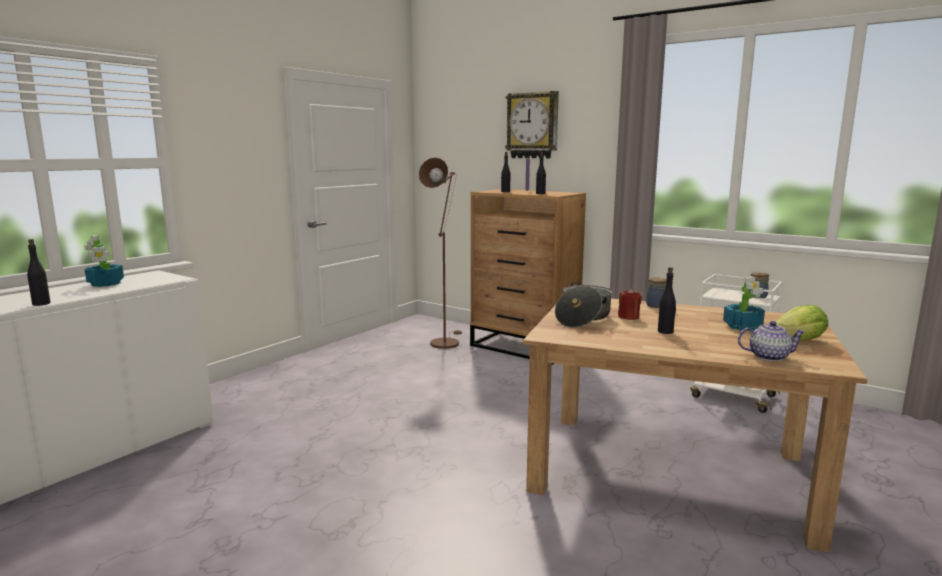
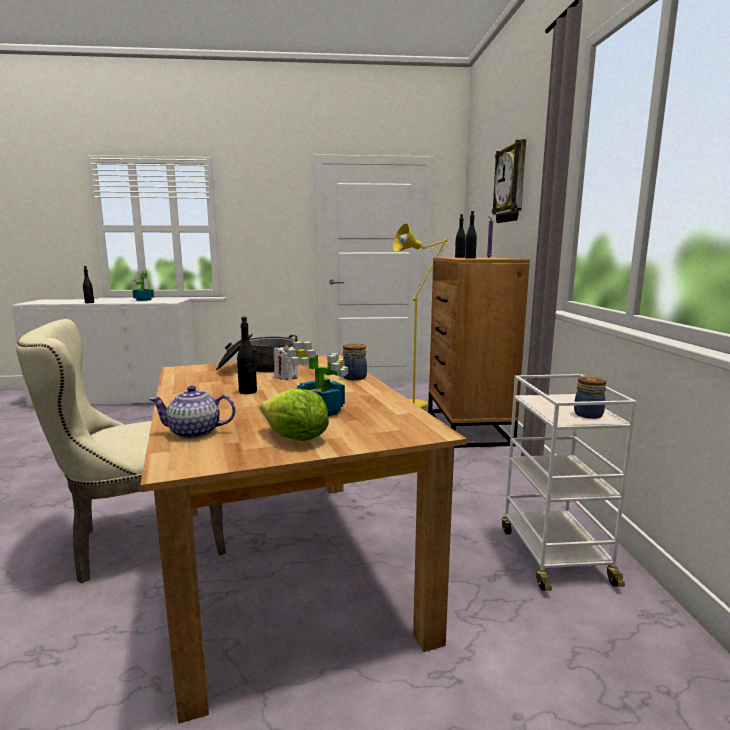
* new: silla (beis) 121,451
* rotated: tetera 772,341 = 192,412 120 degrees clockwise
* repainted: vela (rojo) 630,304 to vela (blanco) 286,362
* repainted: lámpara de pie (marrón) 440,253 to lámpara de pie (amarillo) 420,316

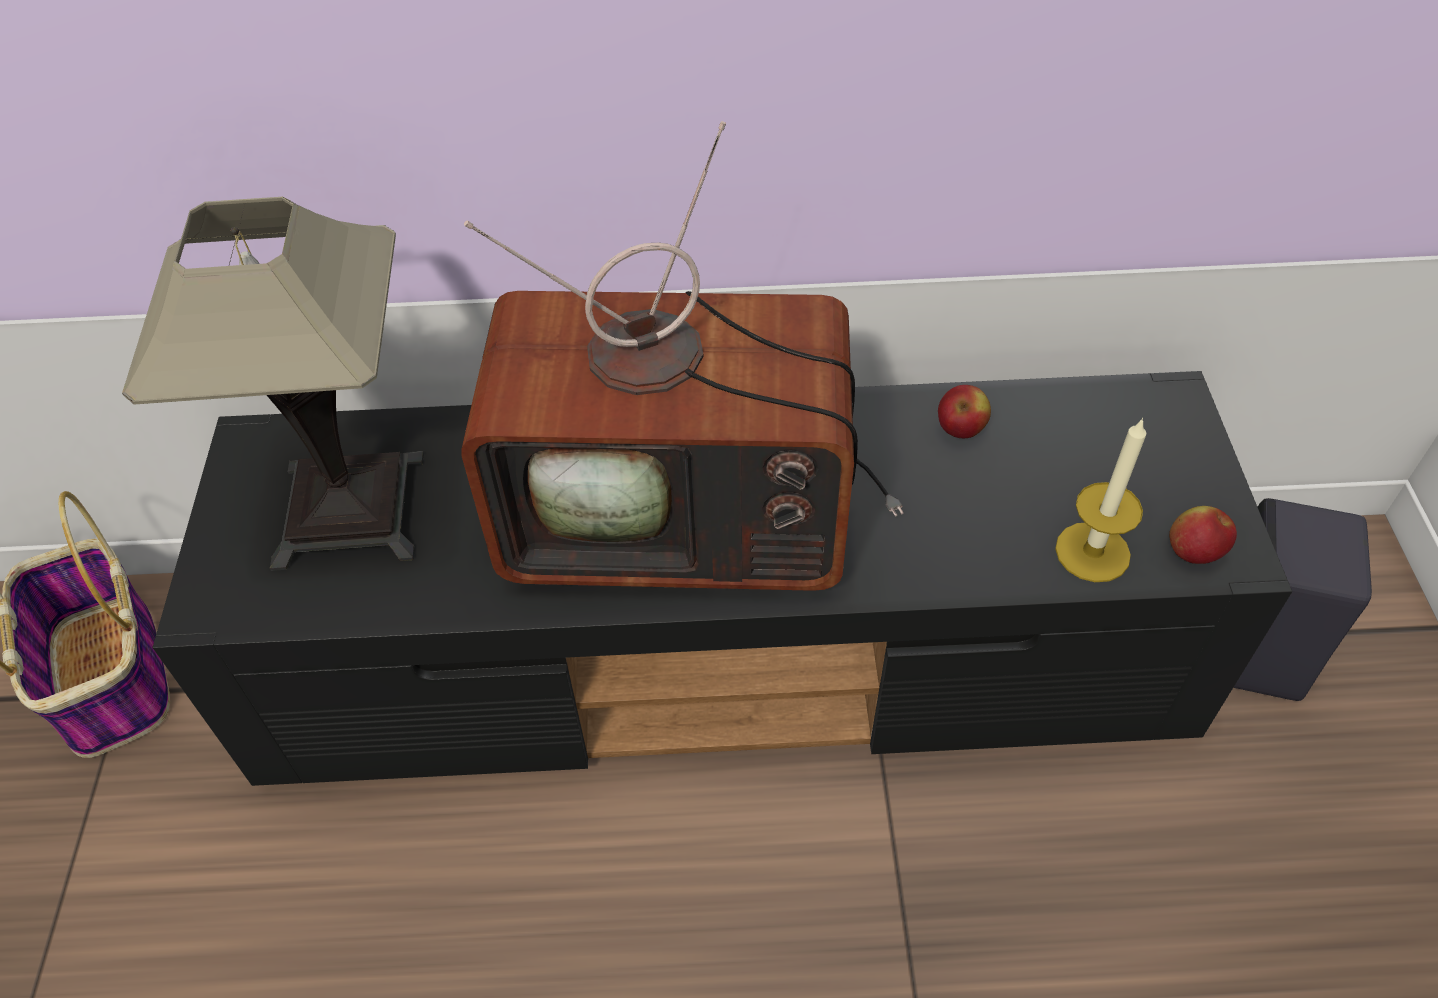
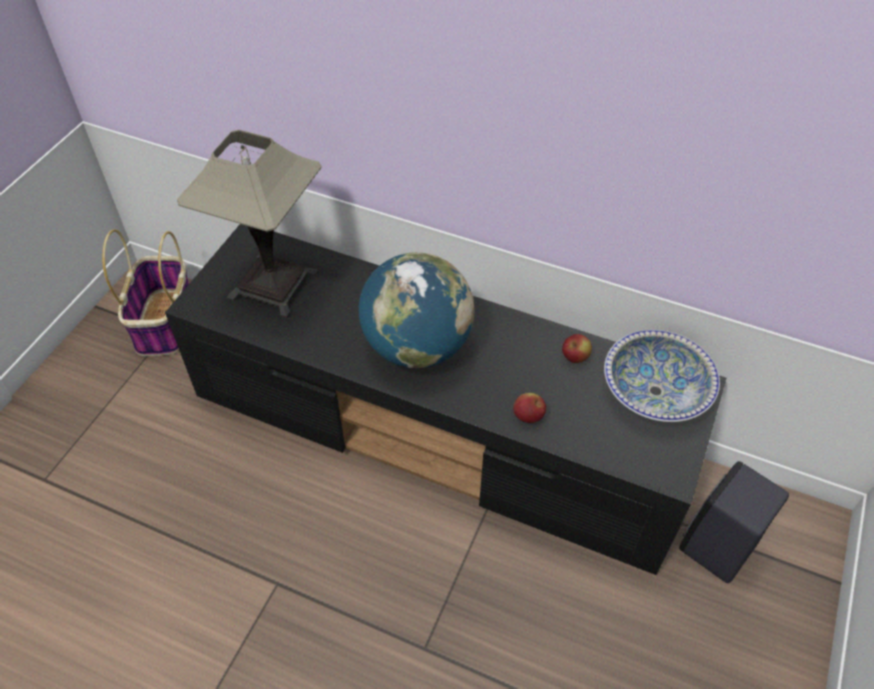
* swapped: televisor 682,356 to globo terráqueo 416,310
* shifted: manzana 1203,535 to 529,408
* new: cuenco 662,376
* gone: vela 1100,500

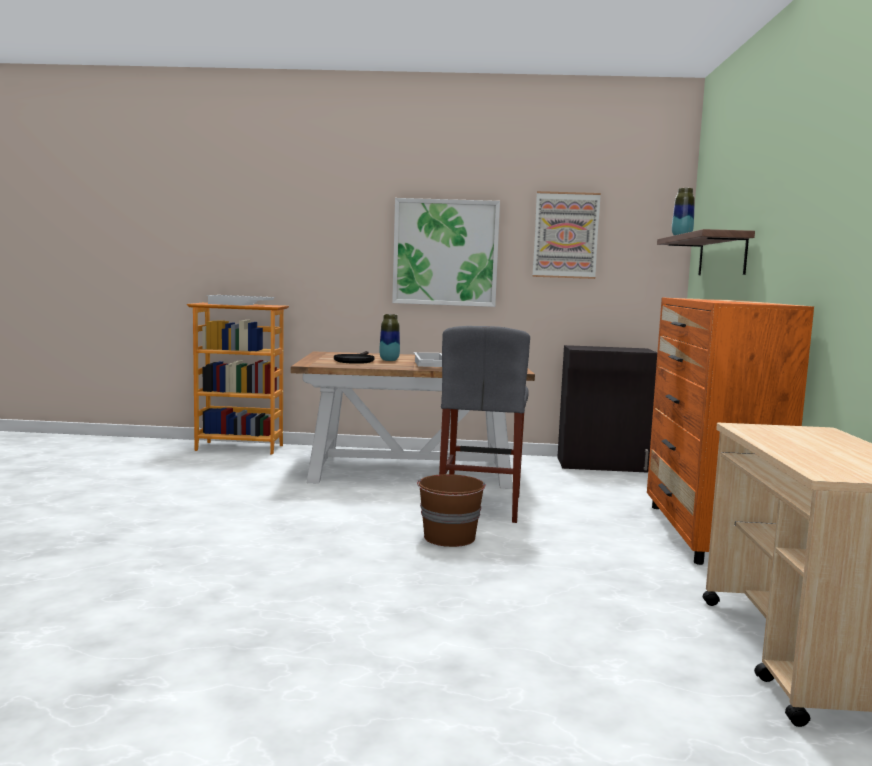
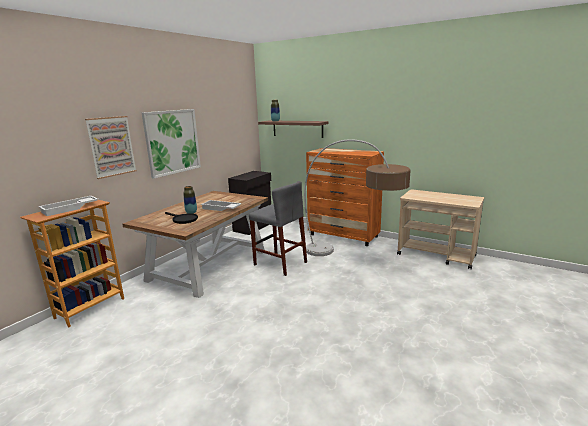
* shifted: cuadro 567,235 to 111,147
* new: lámpara de pie 357,197
* gone: cubo (marrón) 451,510

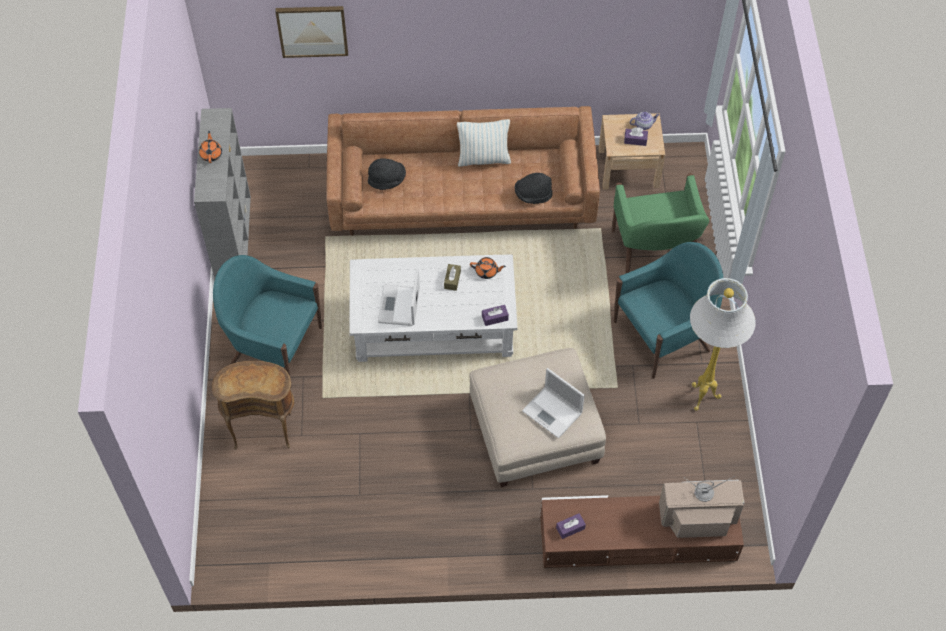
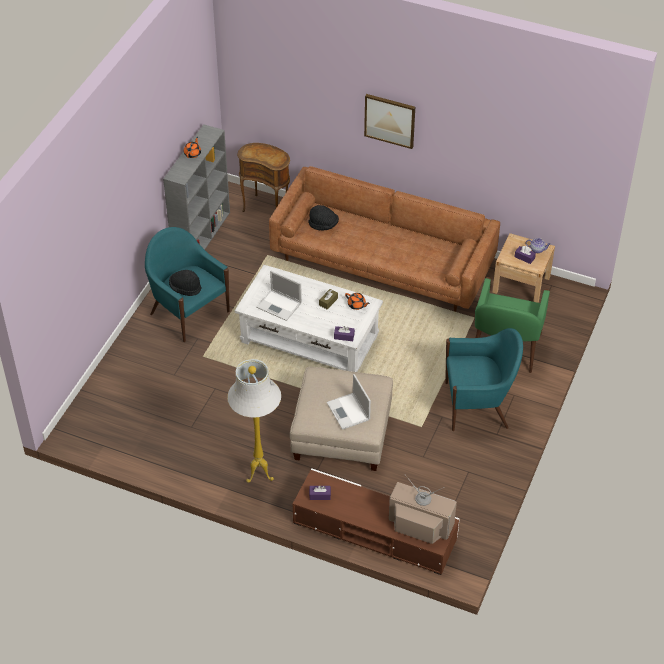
* shifted: sombrero (negro) 533,188 to 185,283
* shifted: lámpara de pie (blanco) 723,344 to 254,421
* shifted: mesa auxiliar (marrón) 253,405 to 263,177
* rotated: portátil 399,297 = 279,296 90 degrees counterclockwise
* shifted: cuadro 311,32 to 389,121
* gone: cojín 484,143

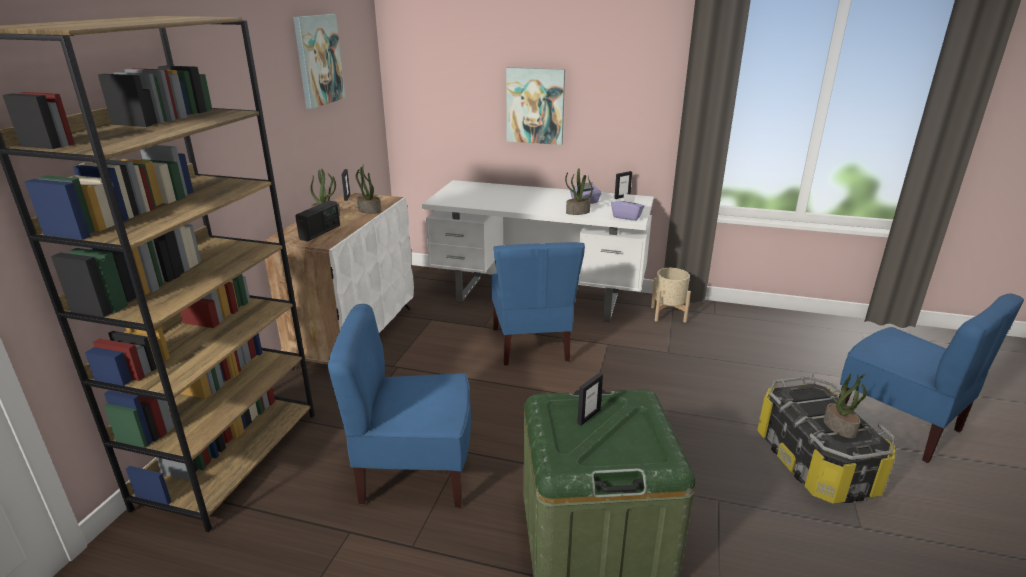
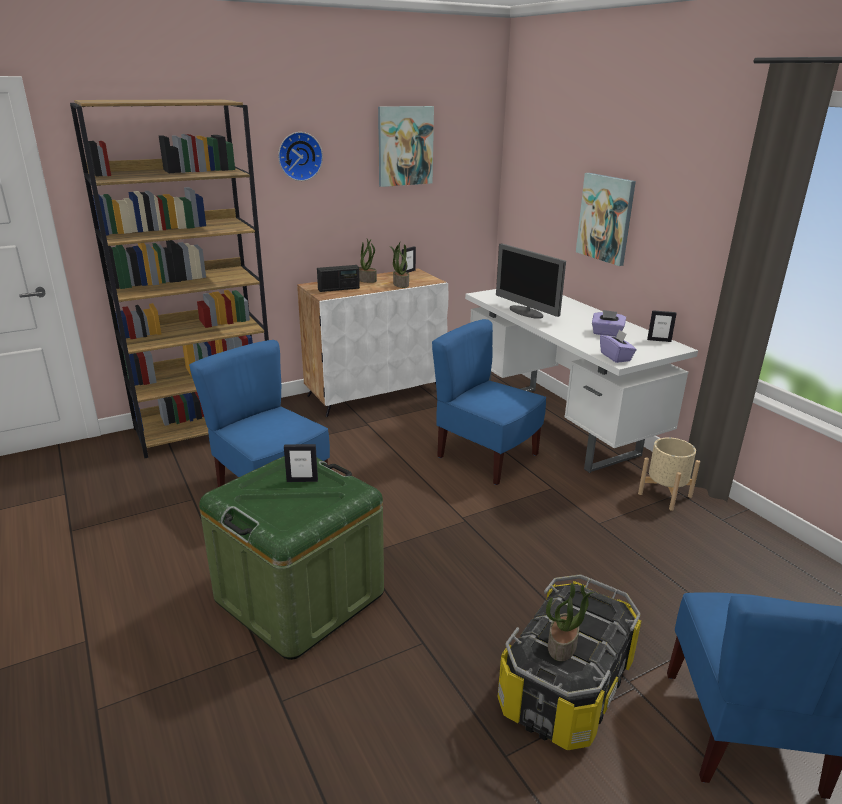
* new: reloj de pared 300,156
* rotated: silla (azul) 538,304 = 489,402 90 degrees clockwise
* new: monitor 531,281
* gone: planta en maceta 579,191

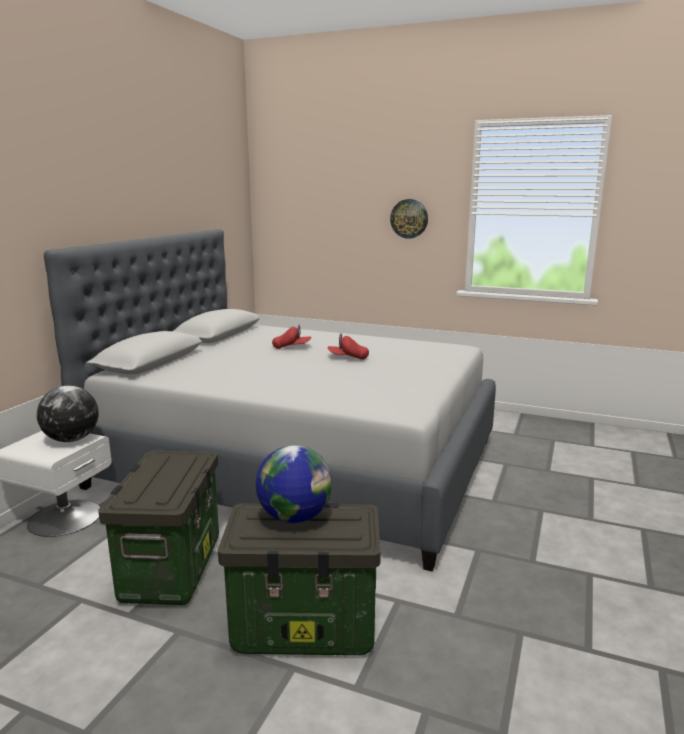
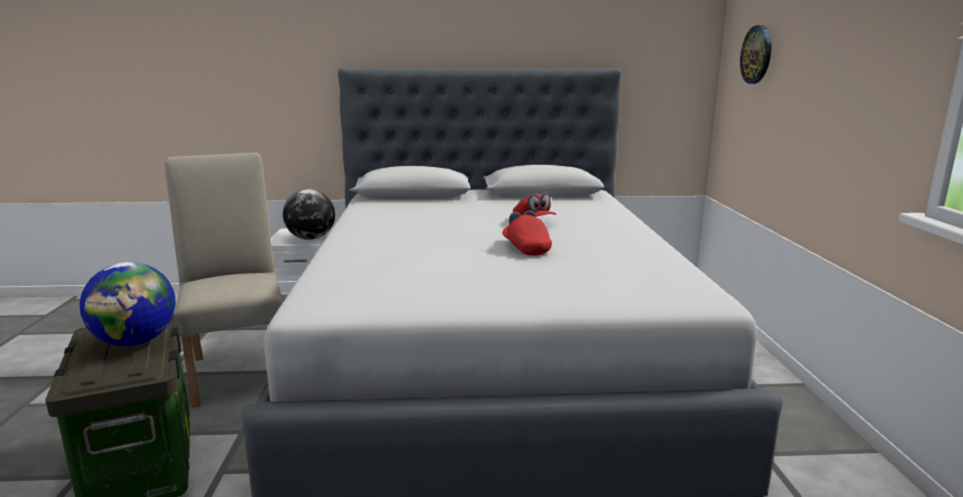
* swapped: caja de almacenaje 158,528 to silla (beis) 224,280
* shifted: reloj de pared 409,219 to 755,54

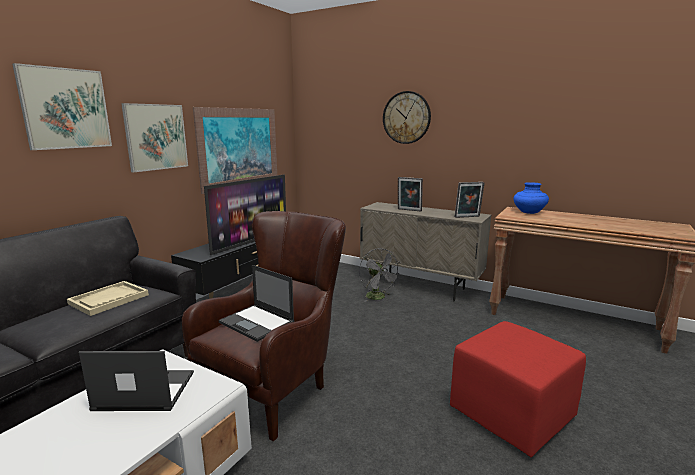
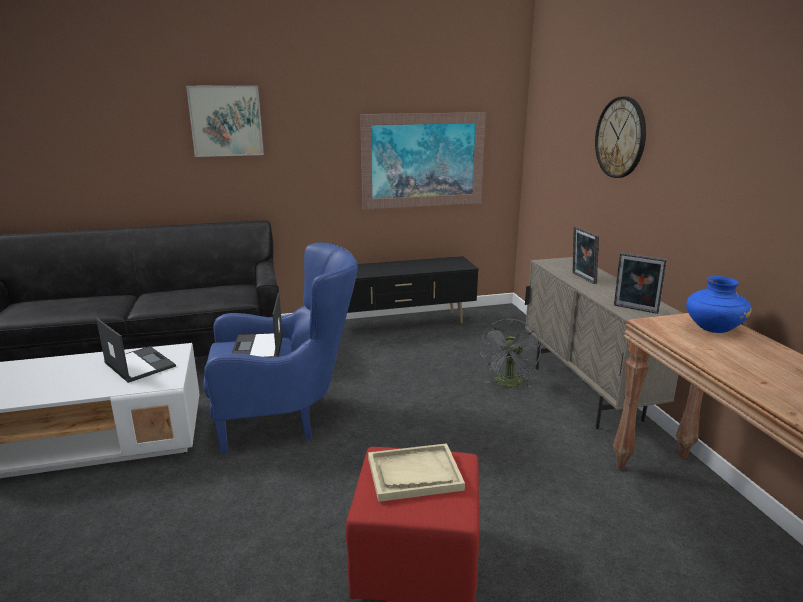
* repainted: sillón (marrón) 264,326 to sillón (azul) 280,348
* shifted: bandeja (beis) 108,298 to 416,472
* gone: cuadro 154,137
* gone: televisor 245,215

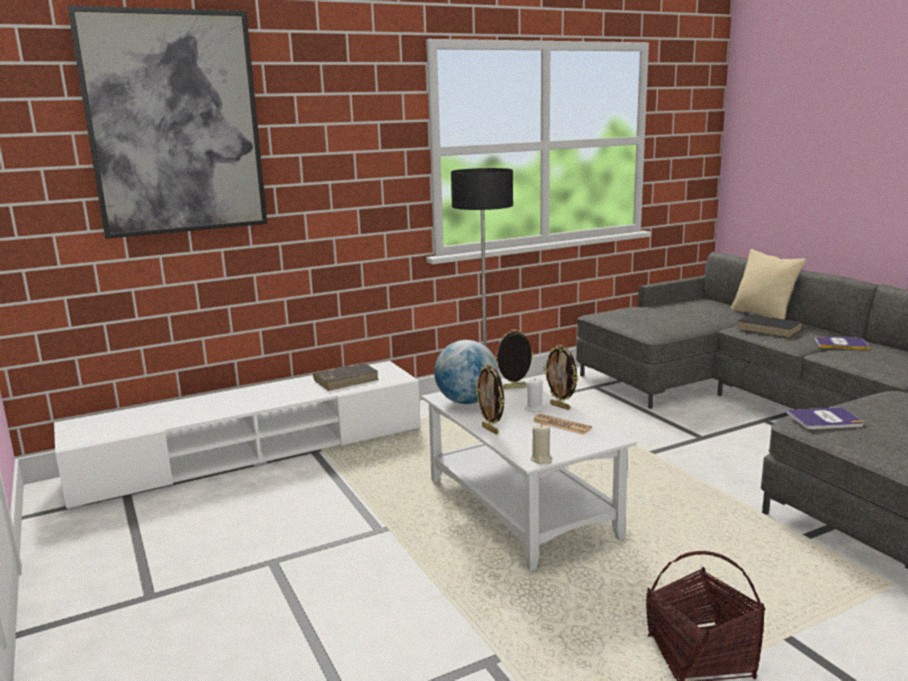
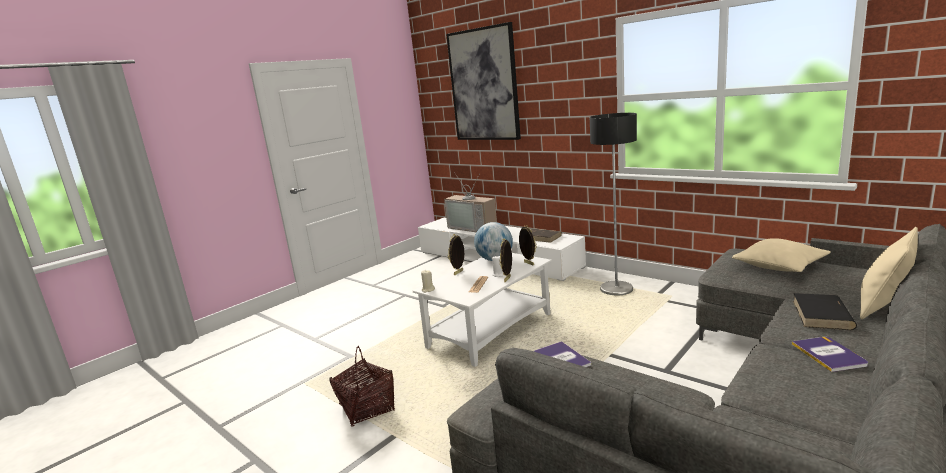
* new: televisor 470,202
* new: cojín (beis) 781,255

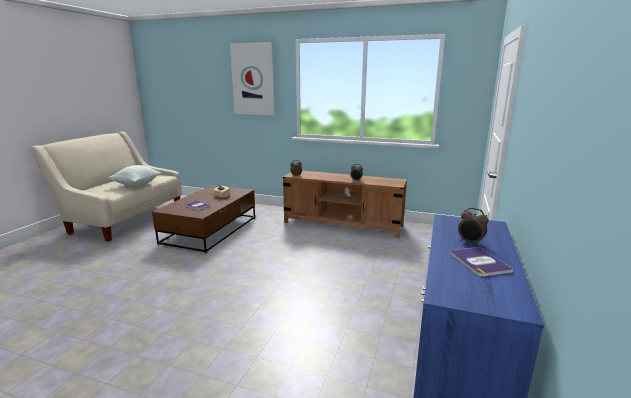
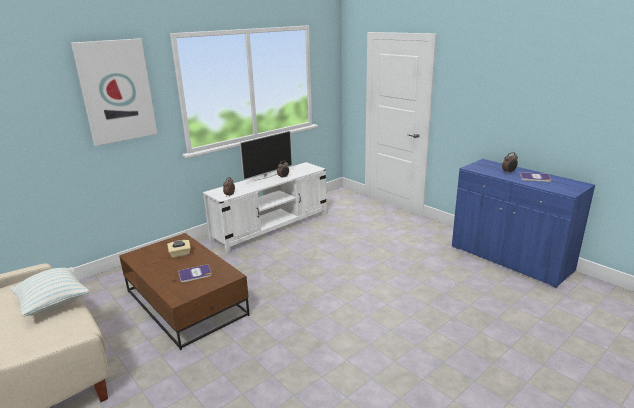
* repainted: mueble de televisión (marrón) 345,204 to mueble de televisión (blanco) 265,208
* new: televisor 266,156

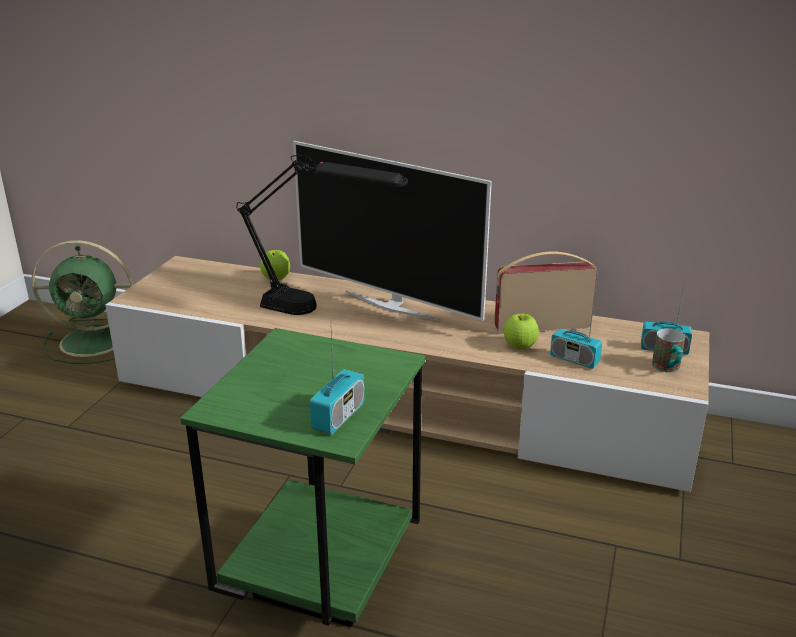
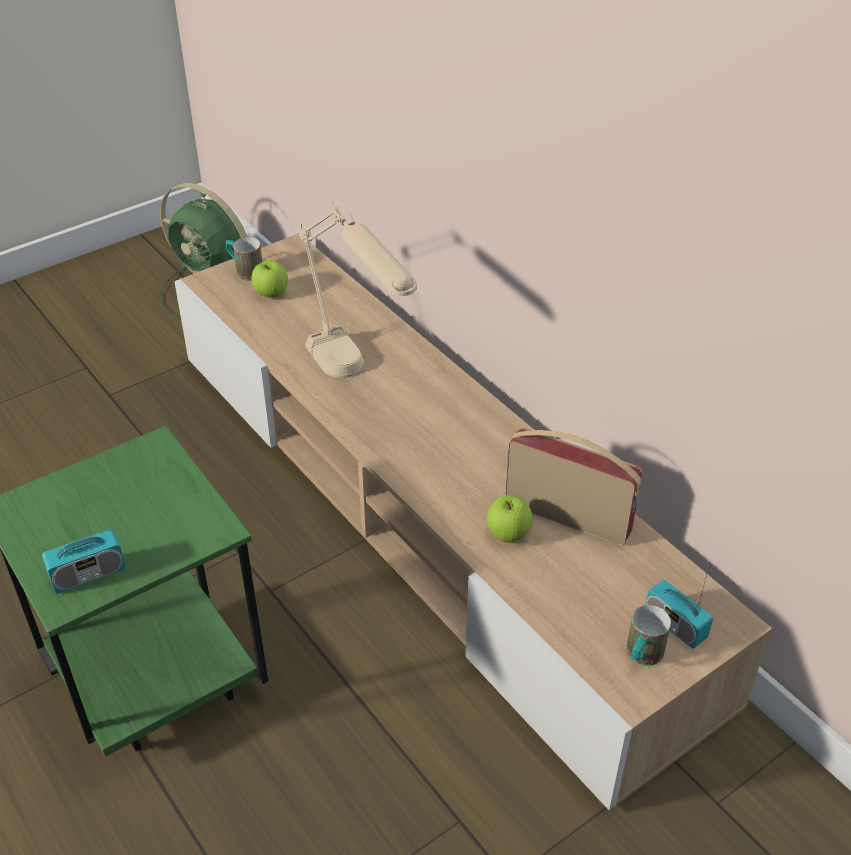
* new: taza grande 244,259
* shifted: manzana 275,265 to 269,279
* repainted: lámpara de mesa (negro) 322,235 to lámpara de mesa (beis) 358,289
* gone: televisor 392,231
* gone: radio 576,336

